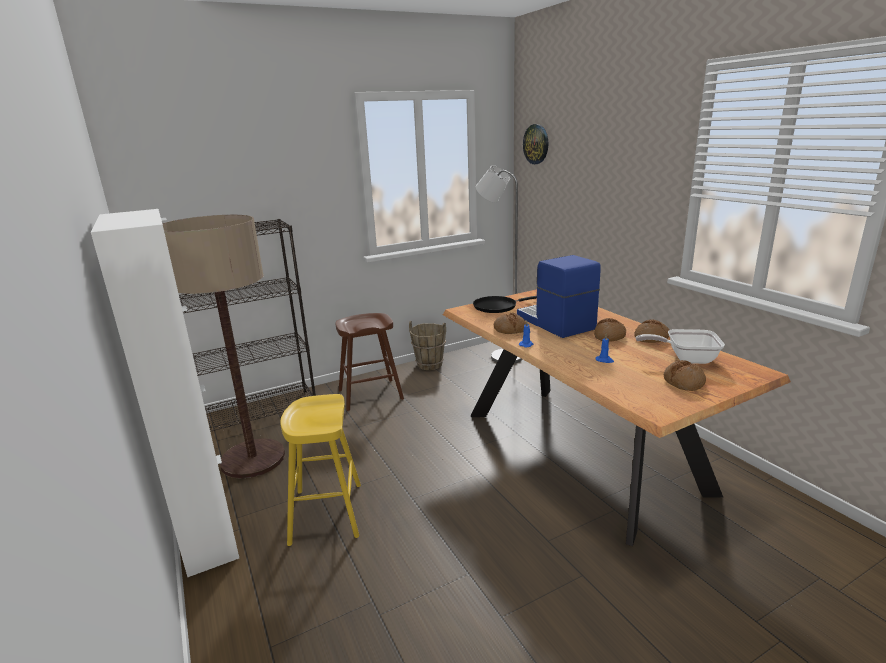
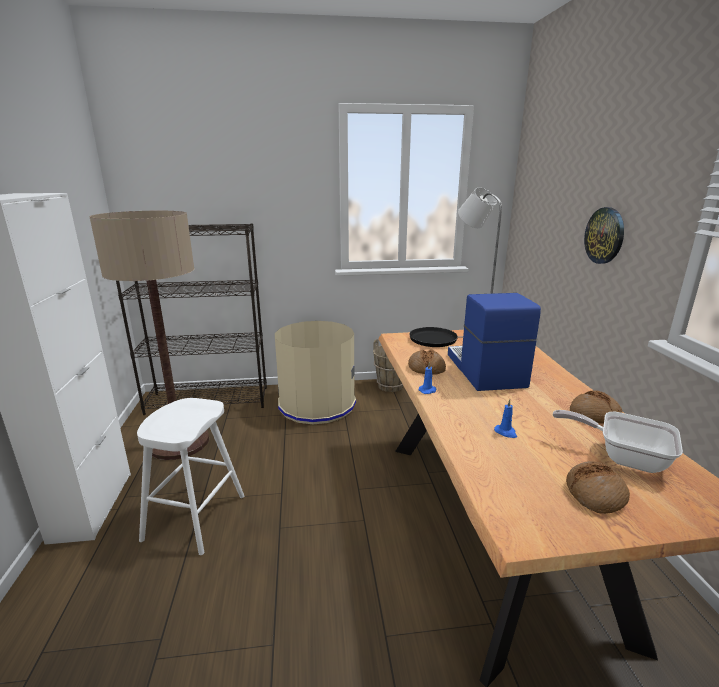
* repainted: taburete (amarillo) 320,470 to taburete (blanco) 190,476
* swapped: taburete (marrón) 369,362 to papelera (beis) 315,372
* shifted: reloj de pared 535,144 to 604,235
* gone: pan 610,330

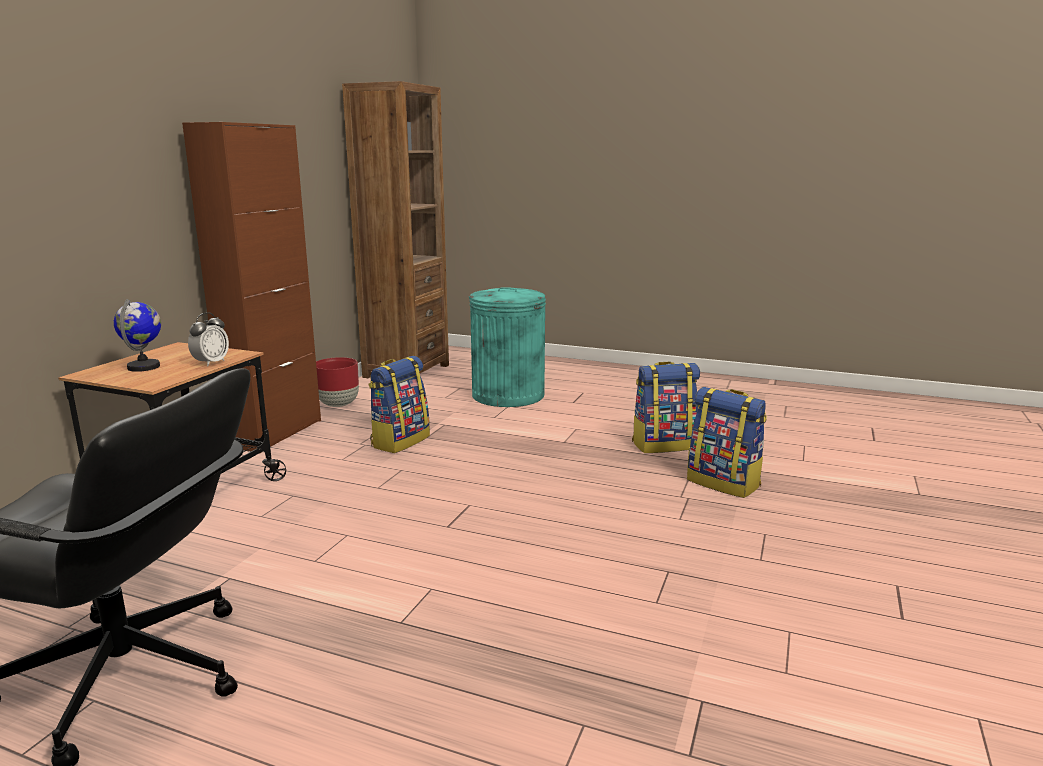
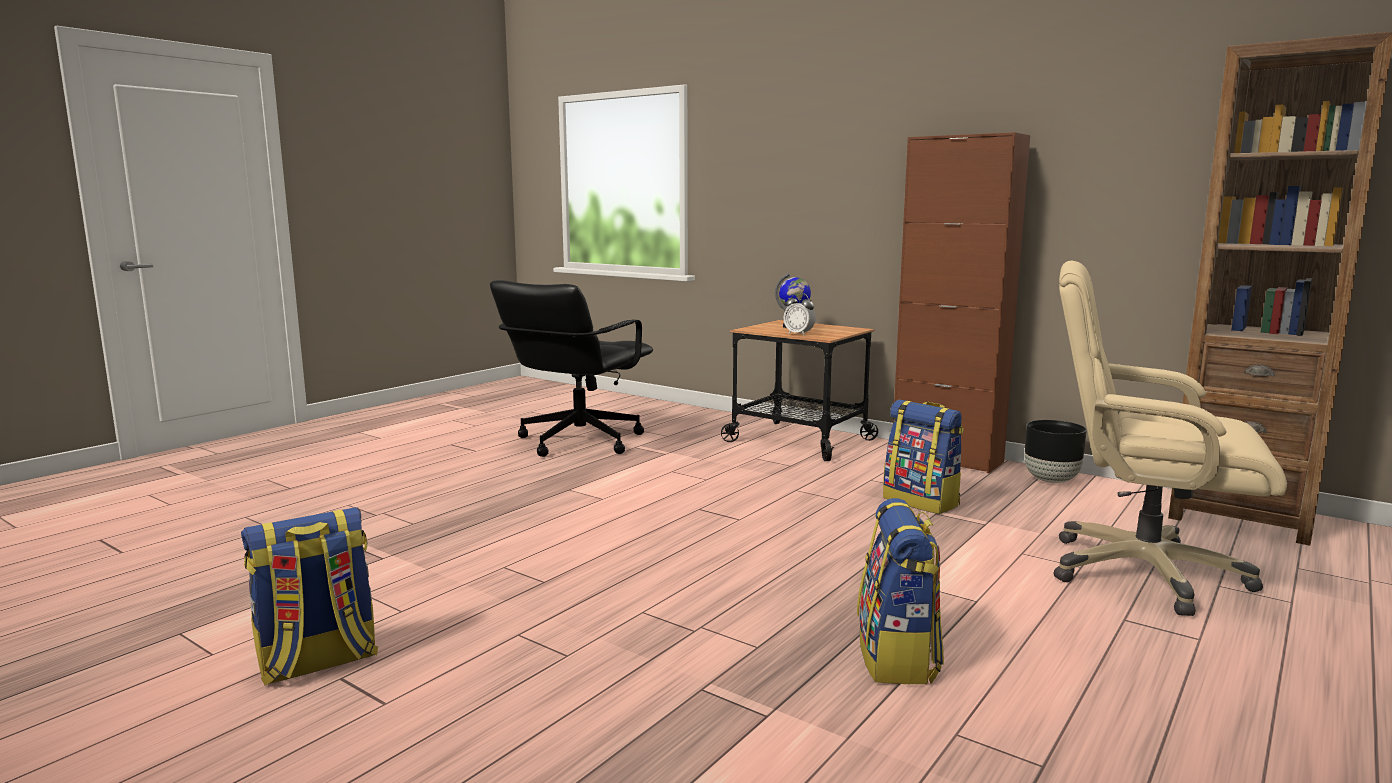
* shifted: mochila 727,442 to 309,596
* repainted: maceta (rojo) 337,382 to maceta (negro) 1056,451
* swapped: papelera (turquesa) 507,347 to silla de oficina (beis) 1170,438

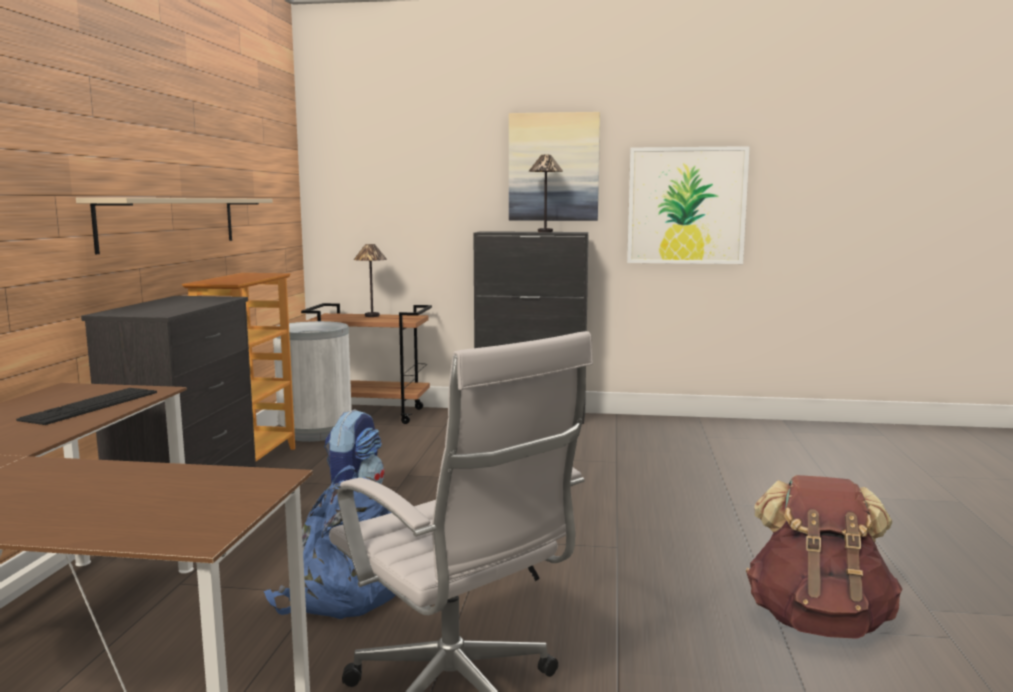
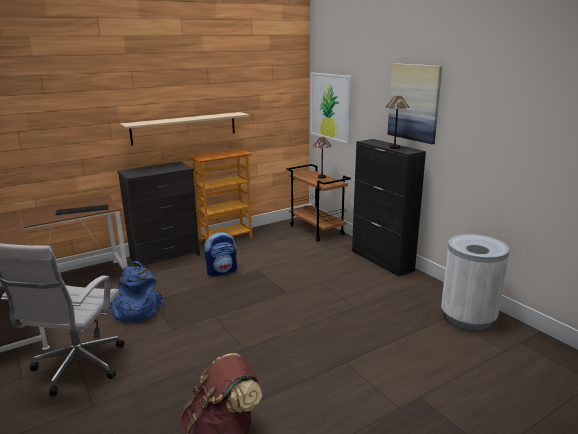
* shifted: cuadro 688,205 to 331,108
* shifted: papelera (blanco) 312,381 to 475,282

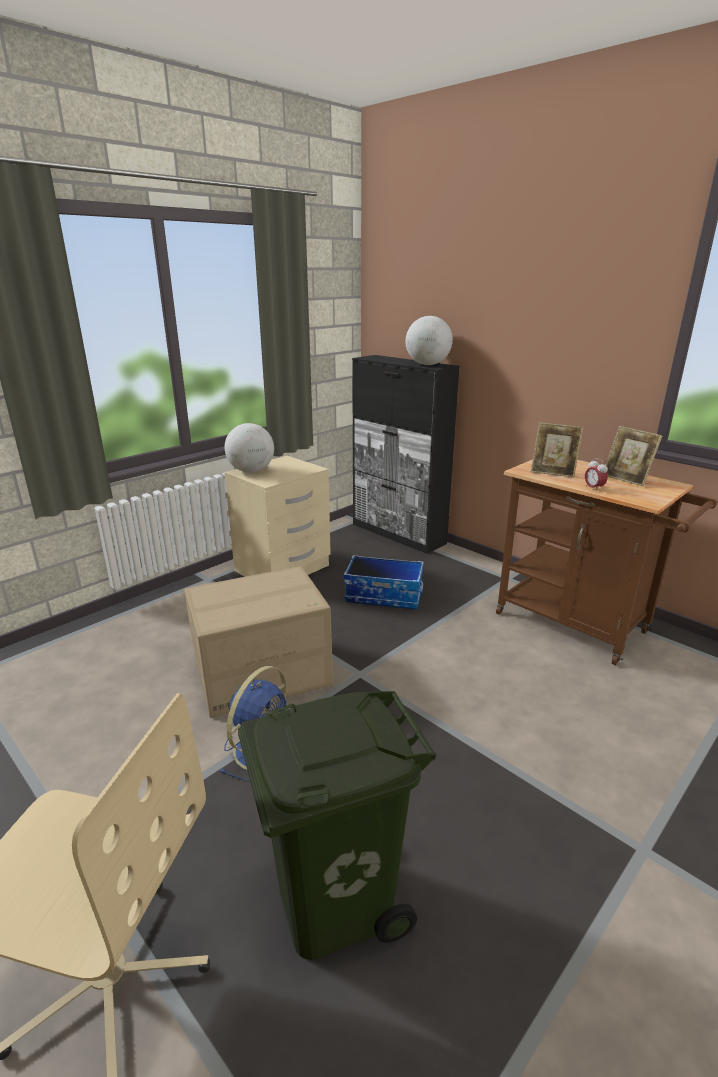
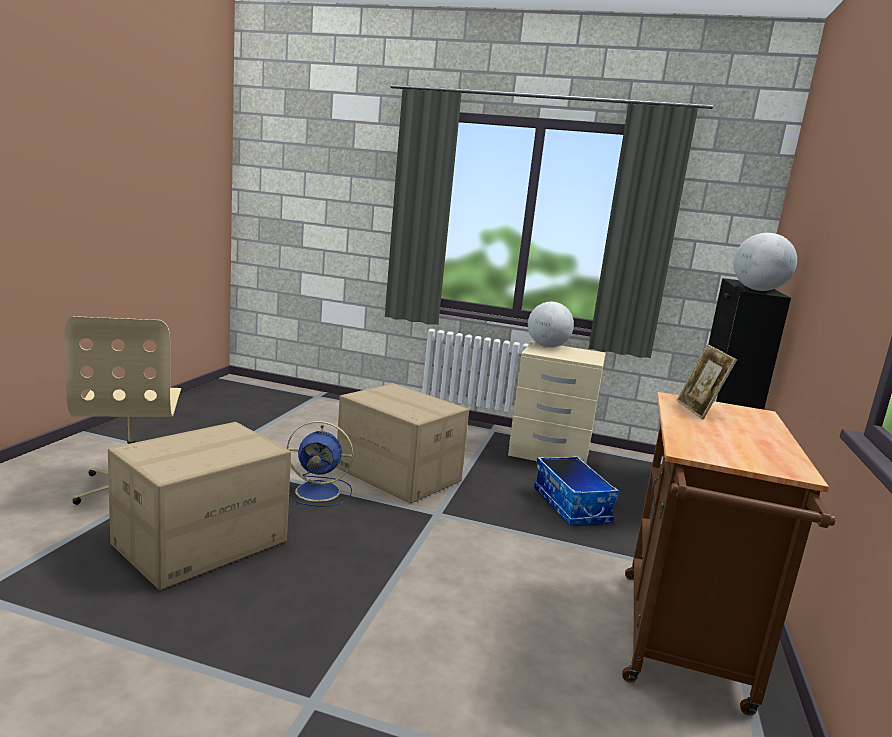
* swapped: papelera (verde) 337,825 to caja de cartón 199,506
* gone: despertador 596,475
* gone: portarretratos 634,456

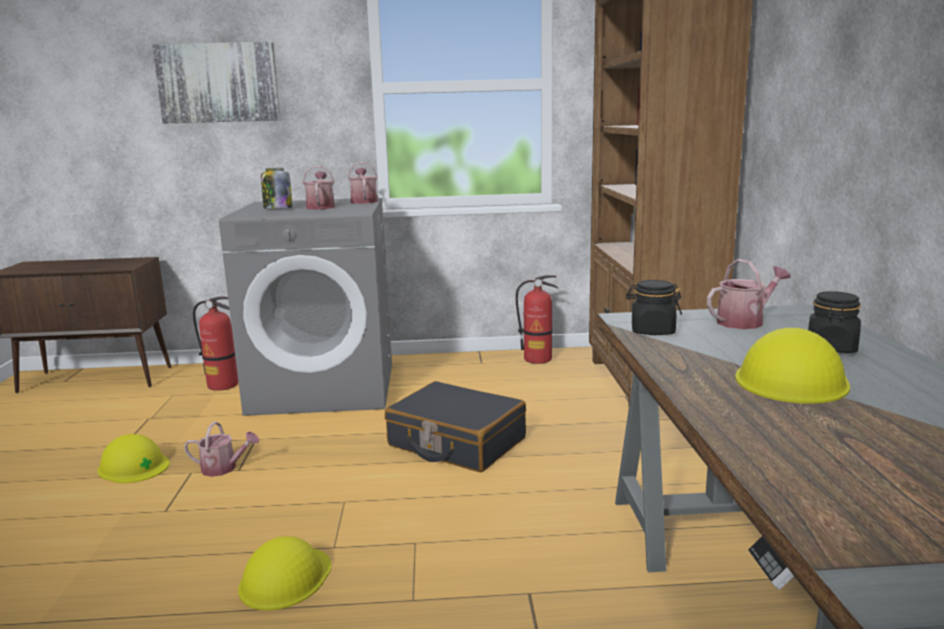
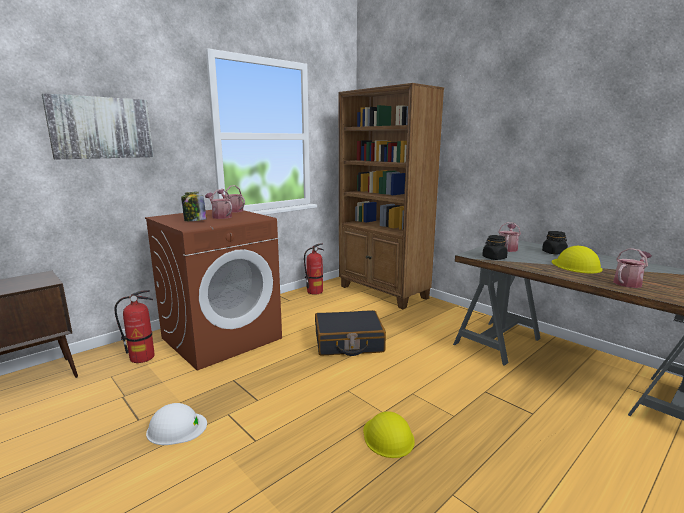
* repainted: lavadora (gris) 305,307 to lavadora (marrón) 213,290
* repainted: casco (amarillo) 134,458 to casco (blanco) 176,424
* shifted: regadera 221,449 to 632,268

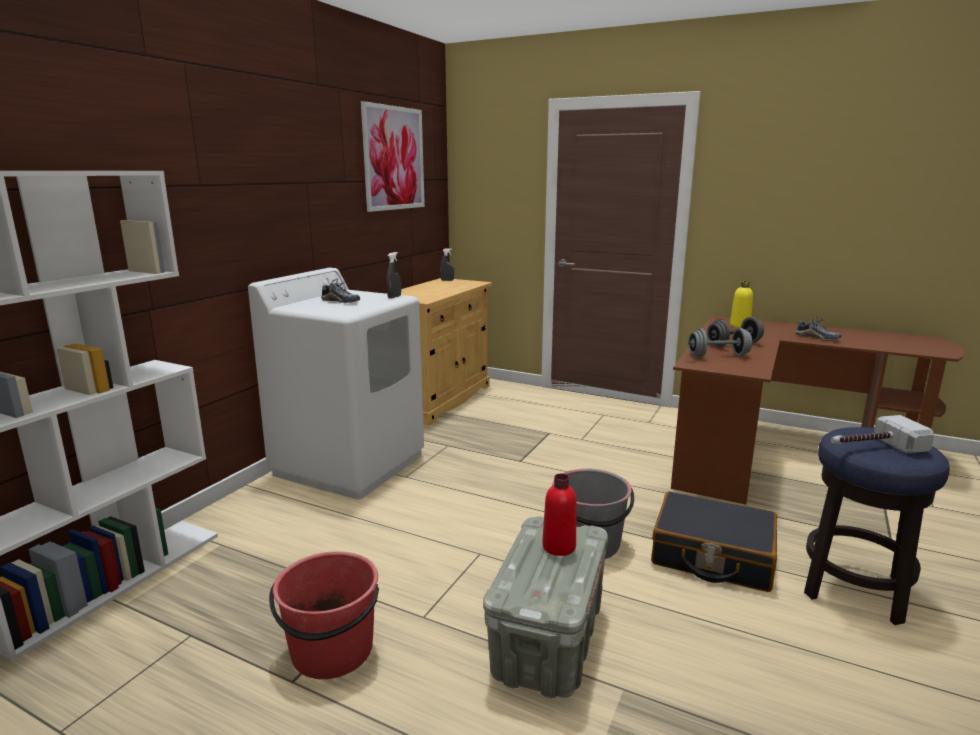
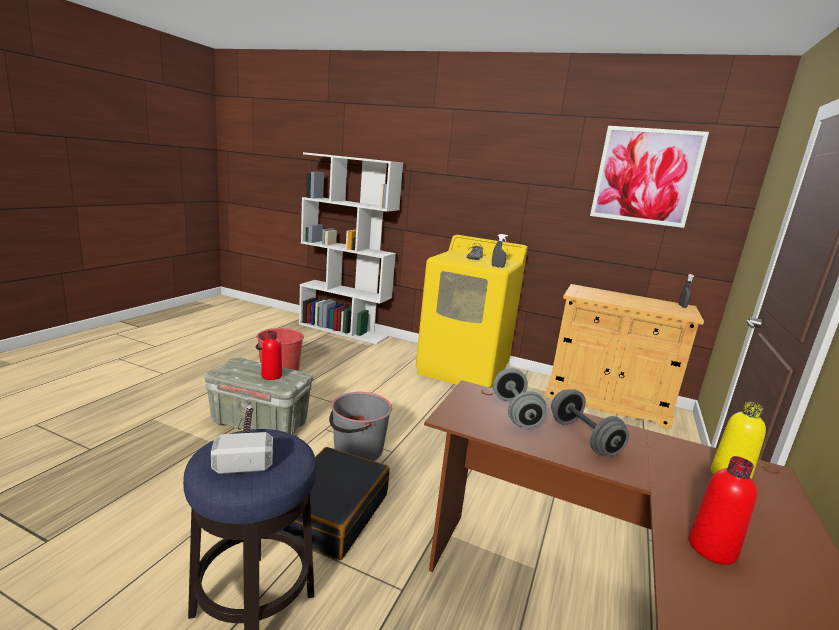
* repainted: lavadora (blanco) 336,384 to lavadora (amarillo) 472,311
* swapped: zapato 818,328 to botella (rojo) 723,510

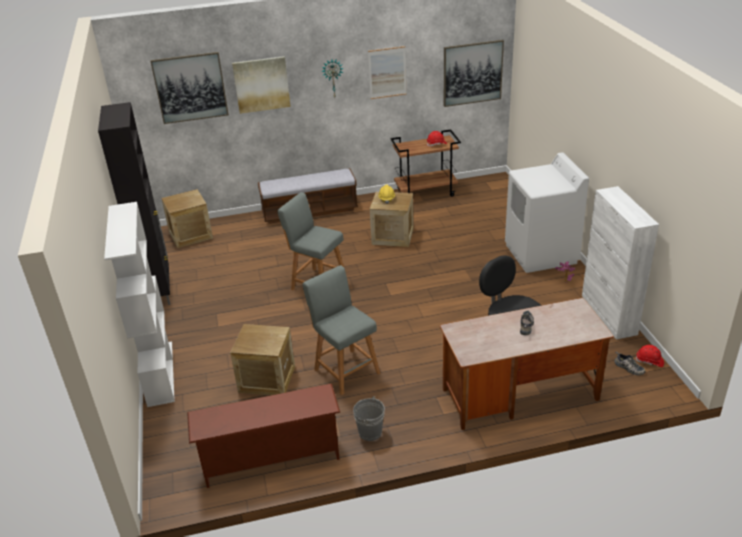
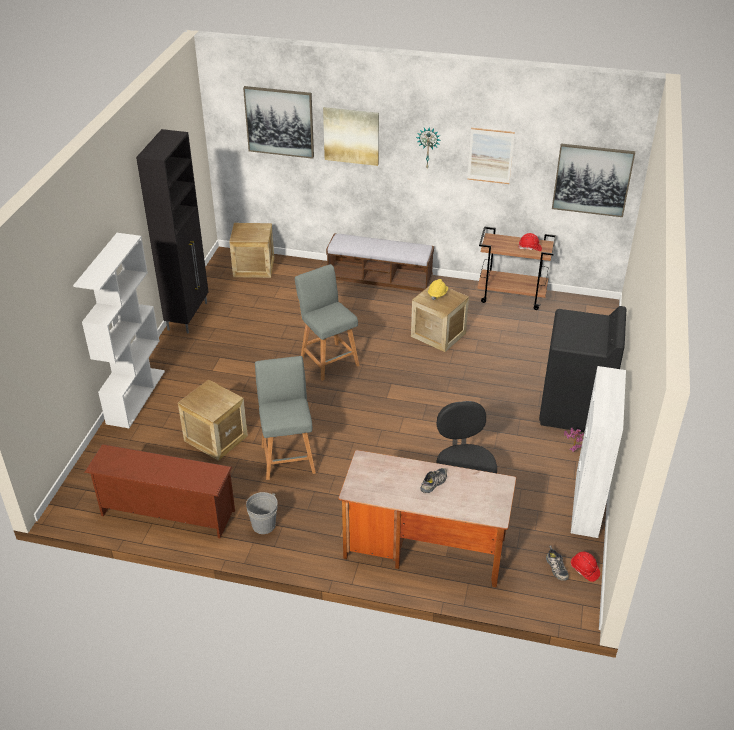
* repainted: lavadora (blanco) 547,212 to lavadora (negro) 582,369

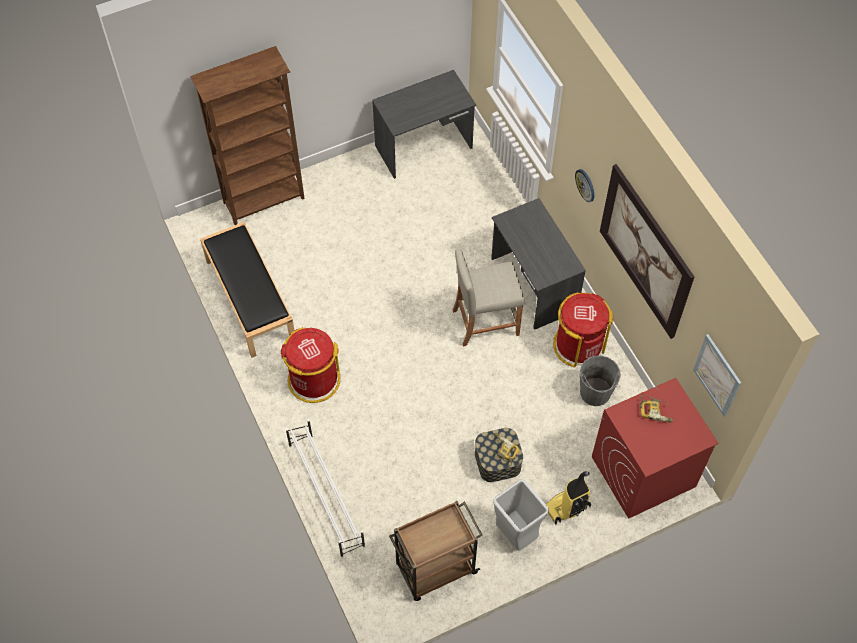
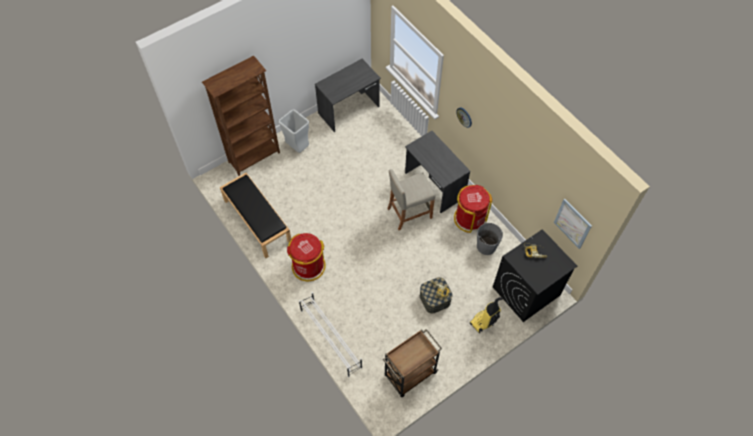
* shifted: papelera (gris) 521,515 to 293,131
* repainted: lavadora (rojo) 655,448 to lavadora (negro) 535,275
* gone: cuadro 647,251

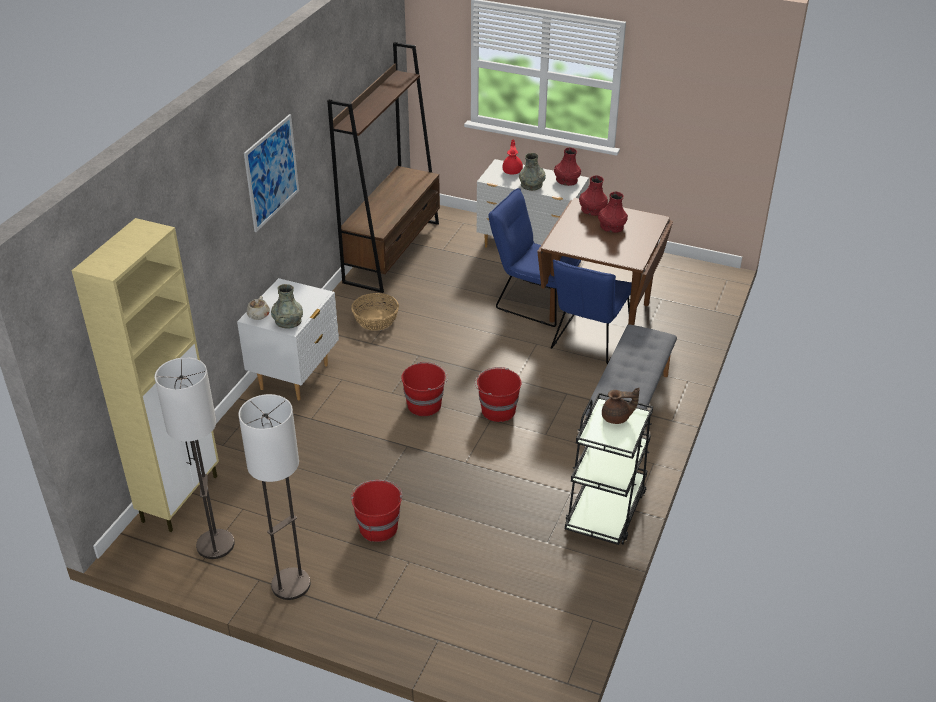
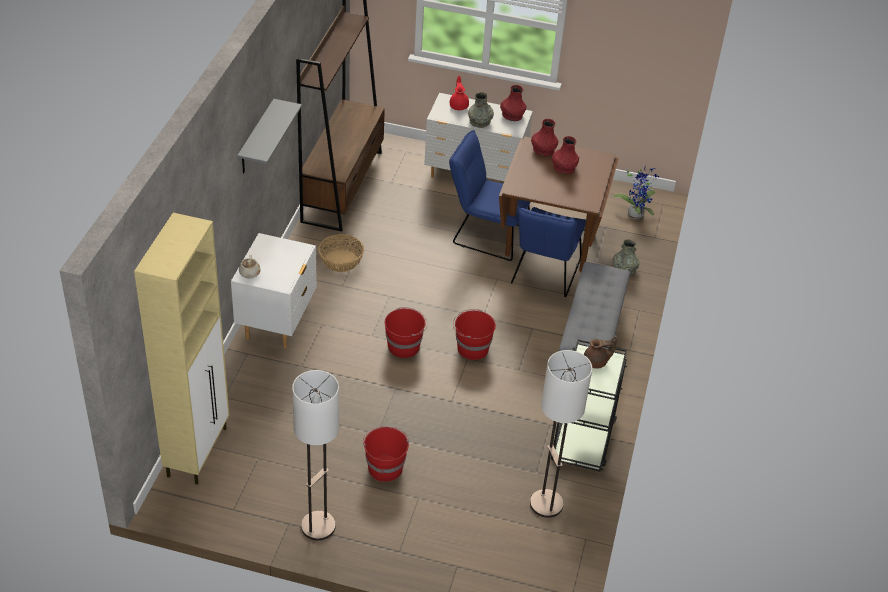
* swapped: cuadro 271,173 to estante (gris) 269,136
* shifted: lámpara de pie 194,458 to 561,434
* shifted: florero (gris) 287,306 to 625,257
* new: planta en maceta 636,192

